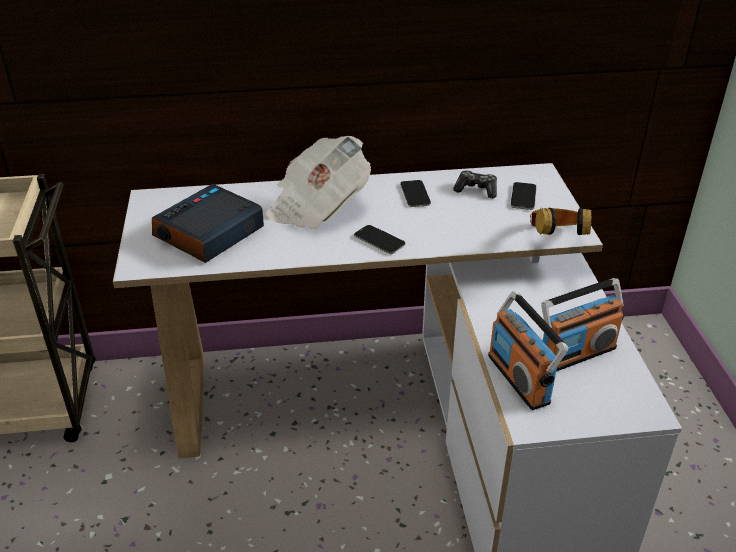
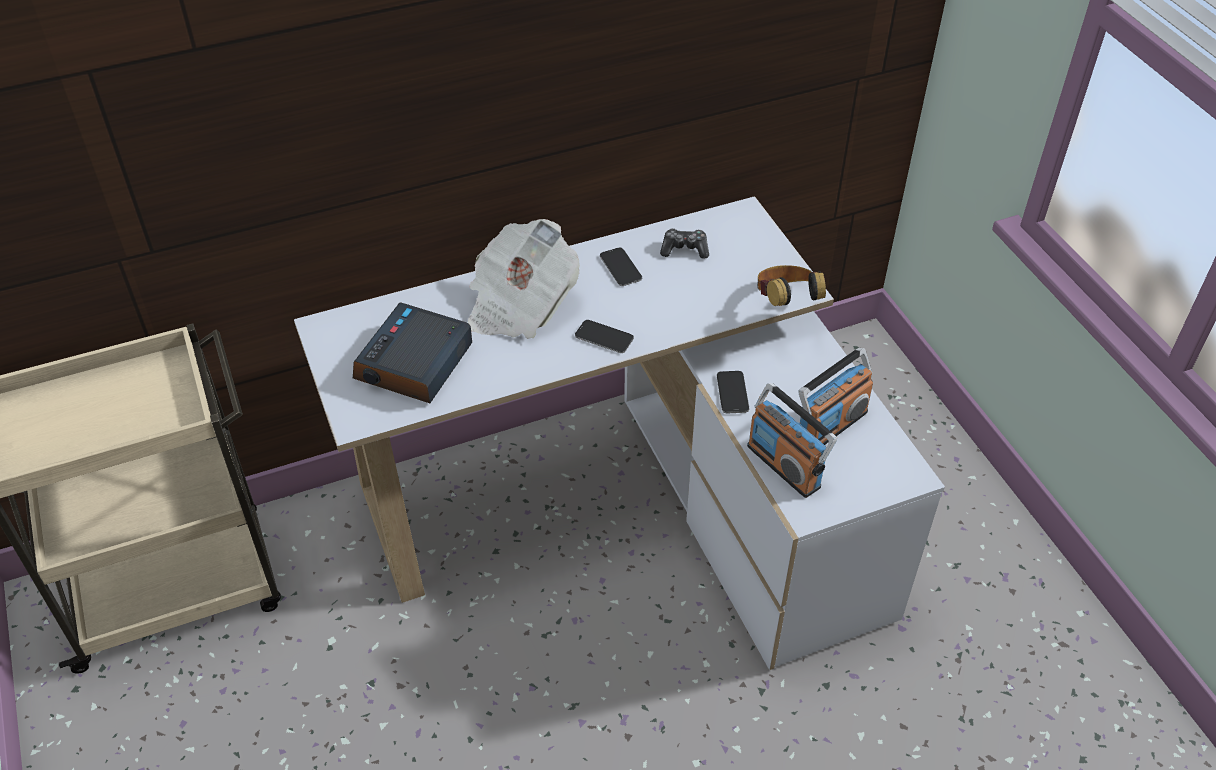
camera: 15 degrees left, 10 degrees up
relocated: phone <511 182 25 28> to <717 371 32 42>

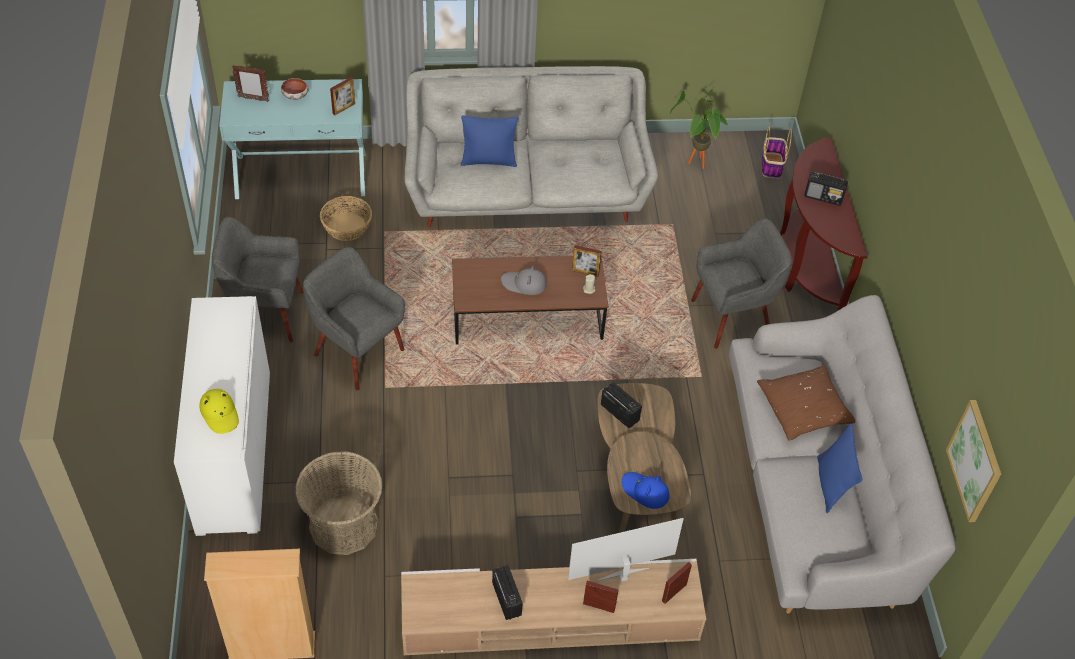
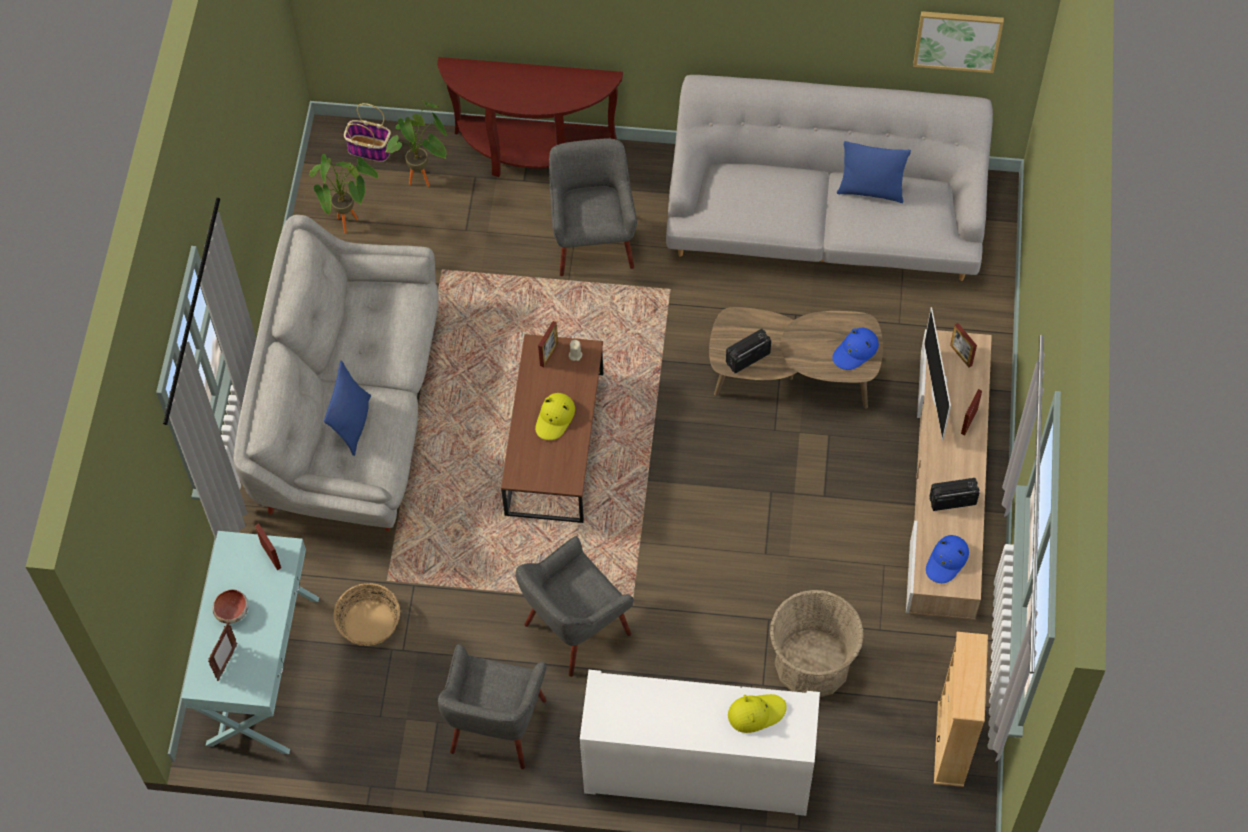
camera: 75 degrees left, 10 degrees up
missing: brown pillow <757 365 98 76>; radio <804 172 44 34>
appeared: potted plant <385 99 63 88>; blue hat <926 535 43 48>
colour: grey hat <501 266 46 29> to yellow hat <535 393 40 47>

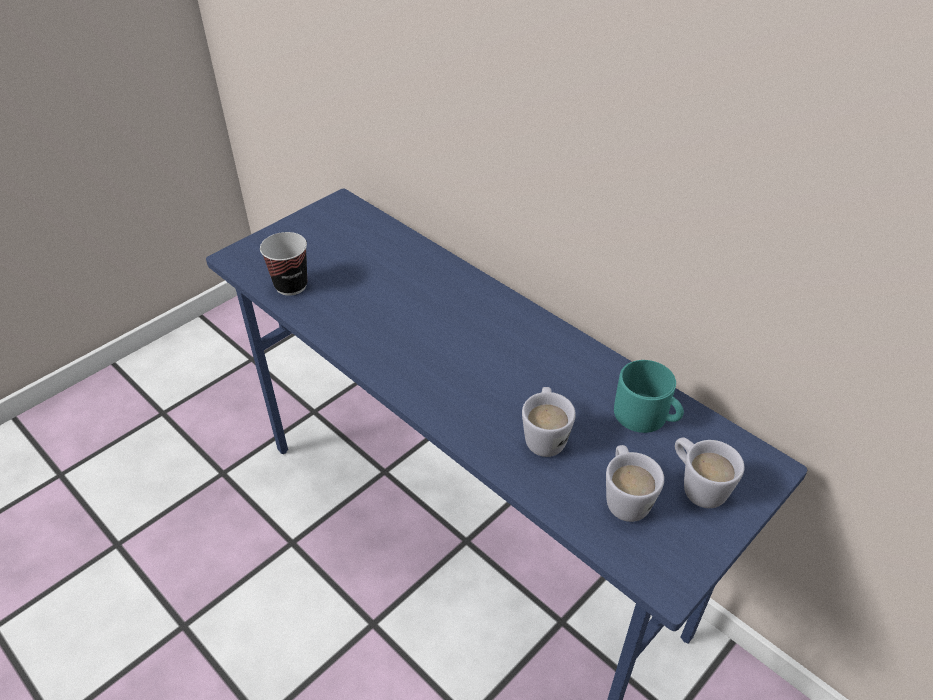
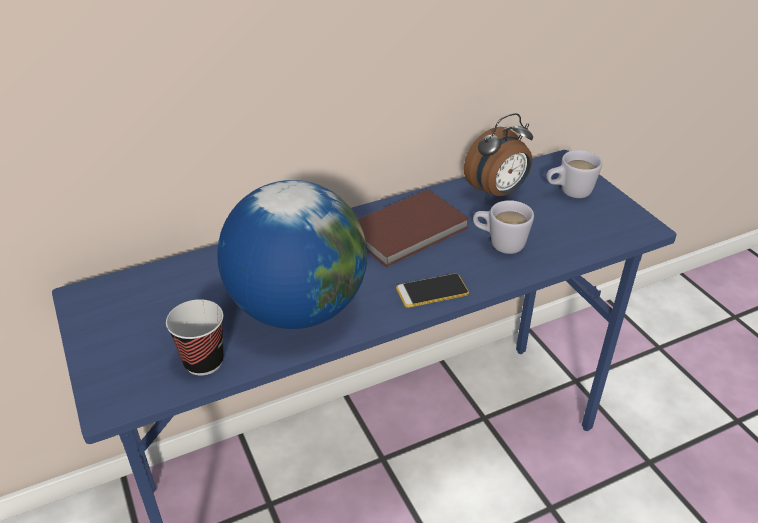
camera: 70 degrees left, 5 degrees down
missing: white mug <606 445 58 77>
appeared: globe <217 180 150 149>; brown book <358 189 112 78>; phone <396 273 73 35>
exchanged: turquoise mug <614 360 70 73> to alarm clock <464 113 69 87>

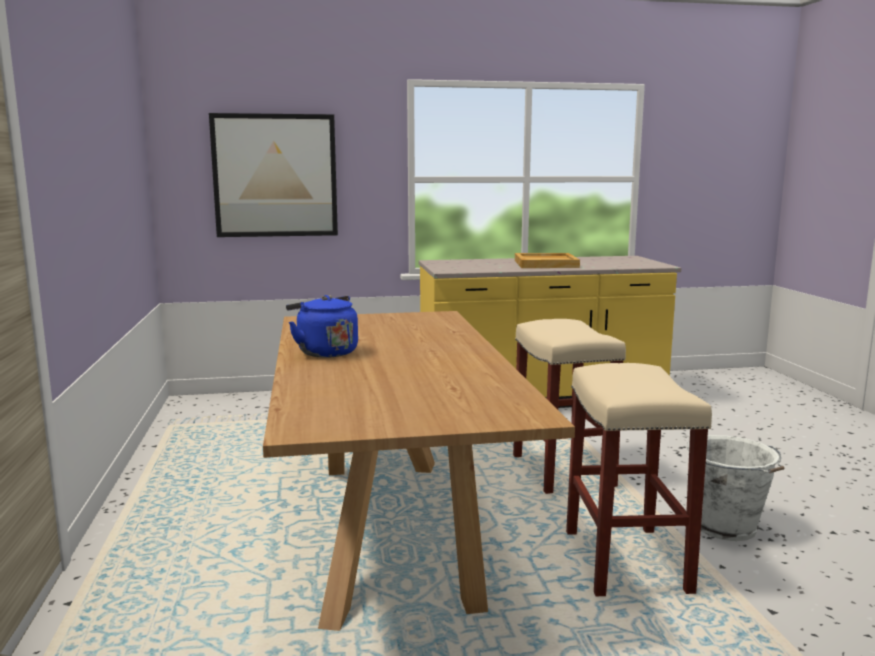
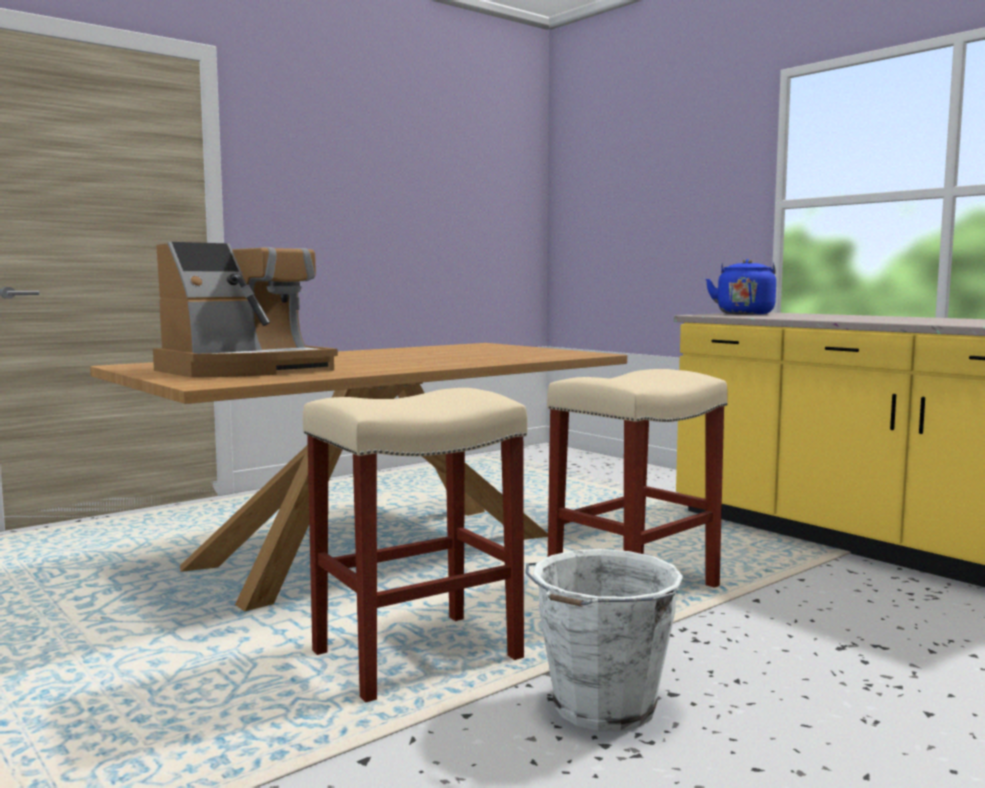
camera: 60 degrees right, 5 degrees down
missing: picture <209 113 129 124>; beige tray <515 253 65 15>
appeared: coffee machine <153 242 185 136>
relocated: blue kettle <286 295 72 63> to <706 259 70 56>

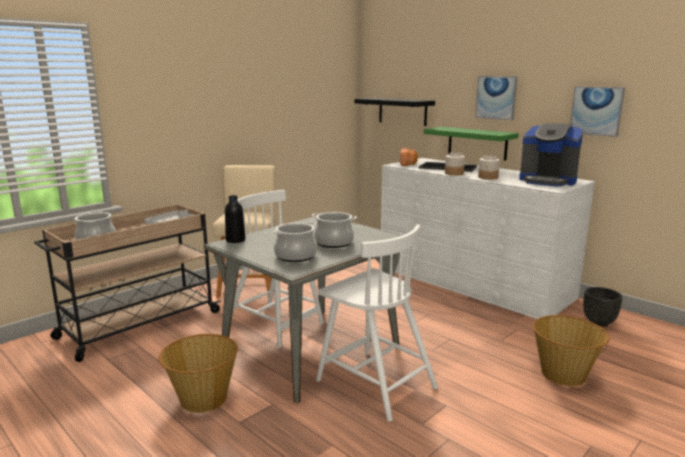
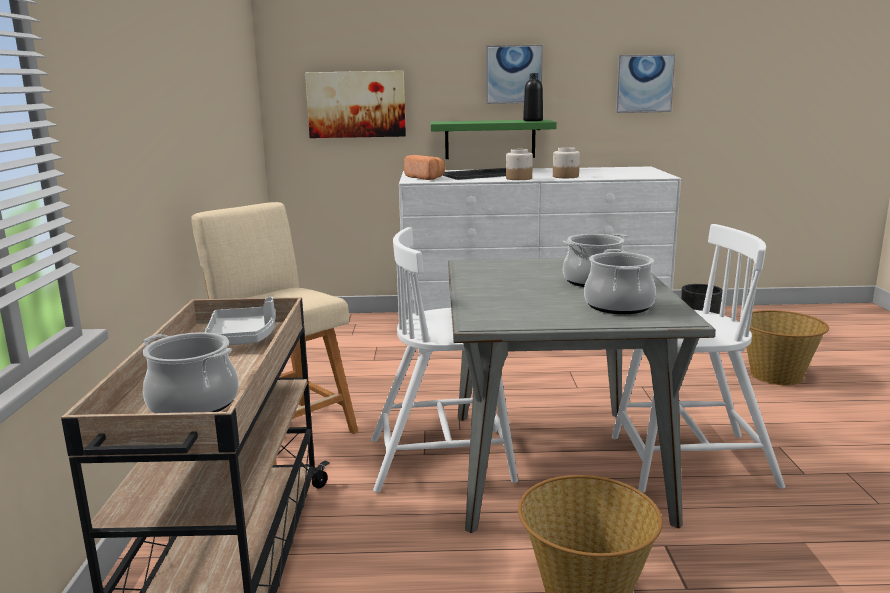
camera: 45 degrees left, 0 degrees up
missing: coffee machine <519 123 64 64>
relocated: black bottle <225 195 20 48> to <523 73 20 48>
exchanged: black shelf <354 98 81 28> to picture <305 71 101 67>

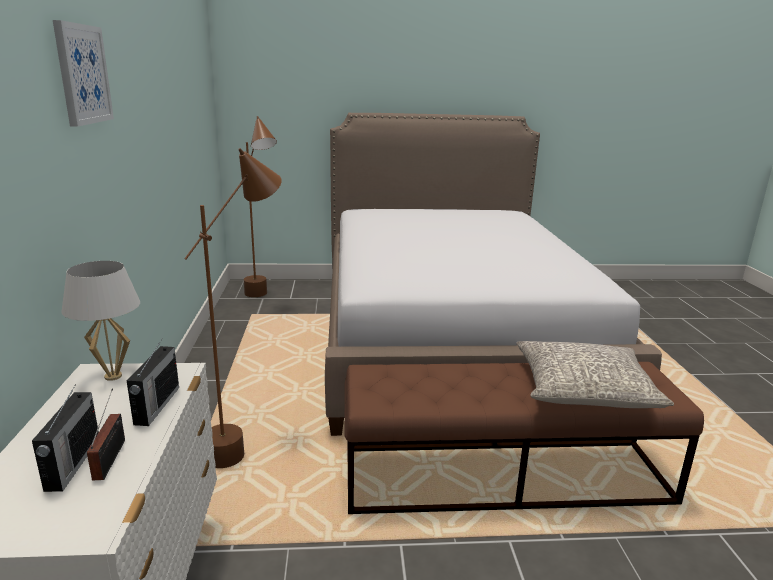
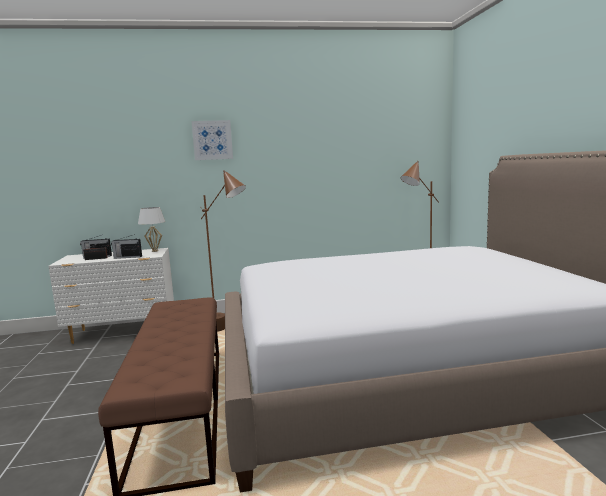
camera: 85 degrees right, 10 degrees down
missing: grey pillow <516 341 158 67>

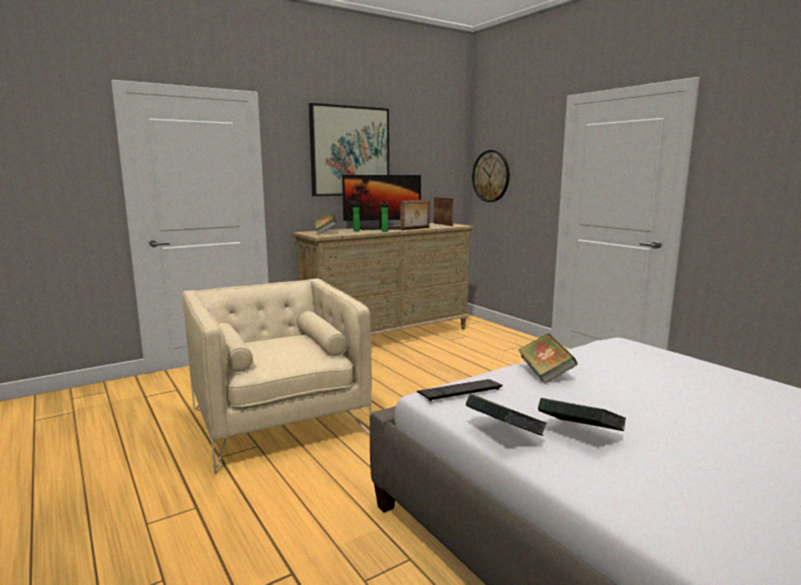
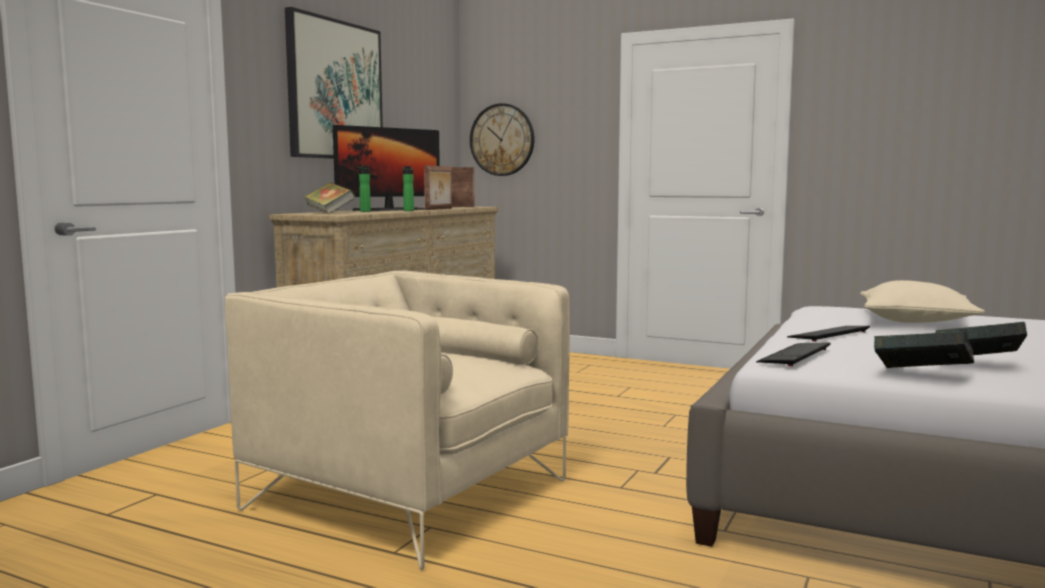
camera: 30 degrees left, 5 degrees down
appeared: beige pillow <860 280 125 43>
exchanged: book <518 333 59 51> to keyboard <787 326 83 16>

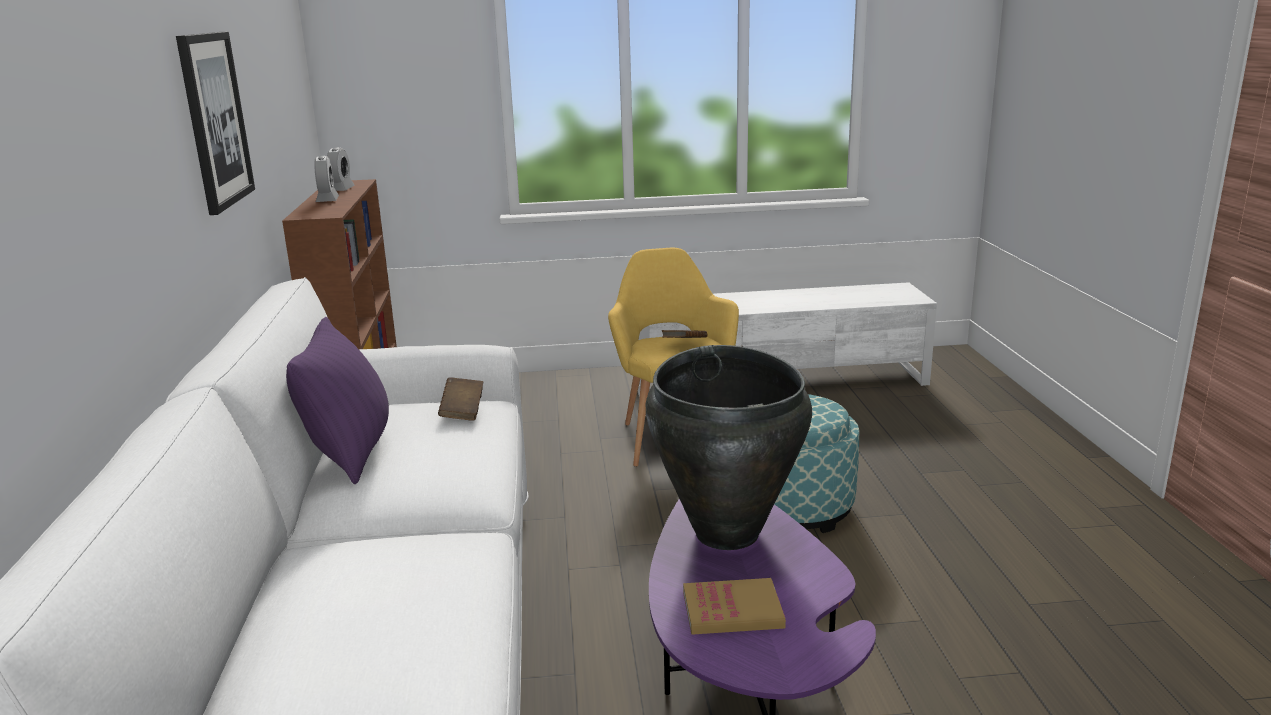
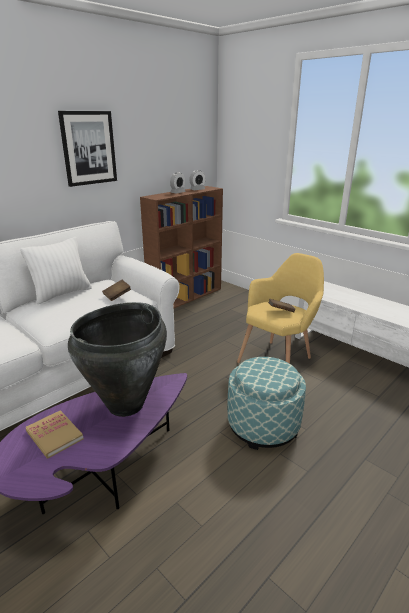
camera: 50 degrees right, 5 degrees up
colour: purple pillow <286 317 103 167> to white pillow <20 237 72 67>

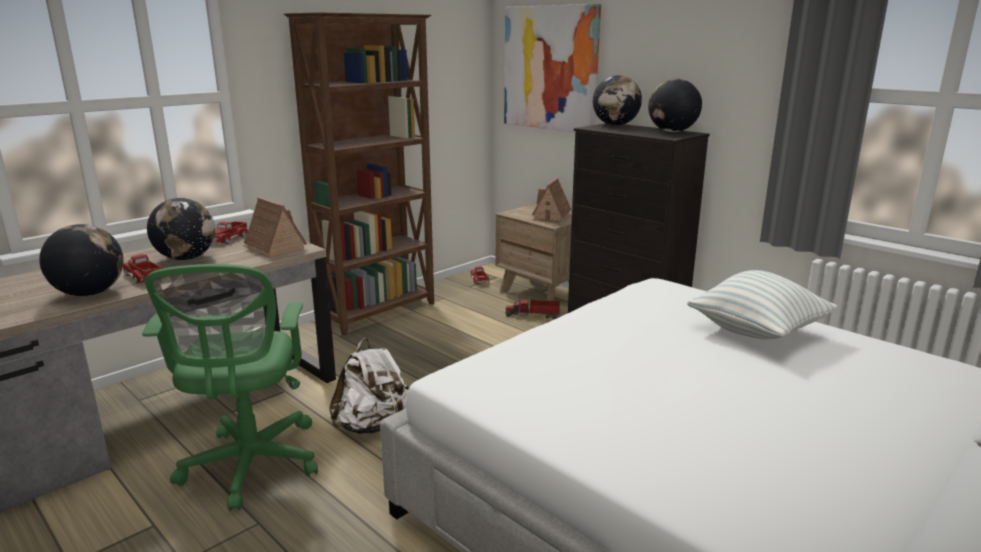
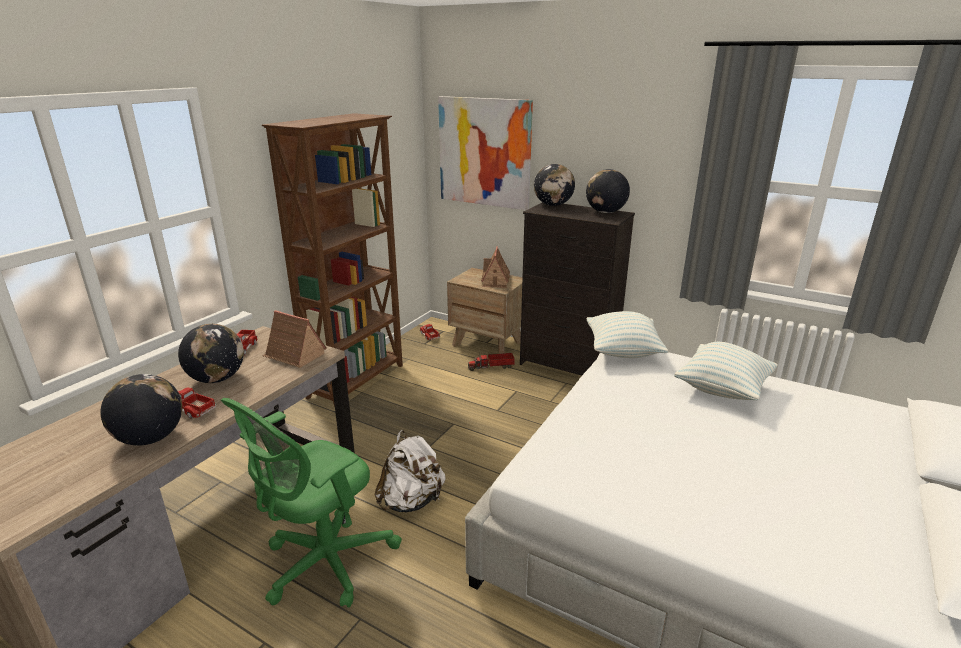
camera: 15 degrees left, 5 degrees up
appeared: pillow <587 311 81 47>
spun: green office chair <142 264 176 247> = <221 398 181 210> 60 degrees clockwise

